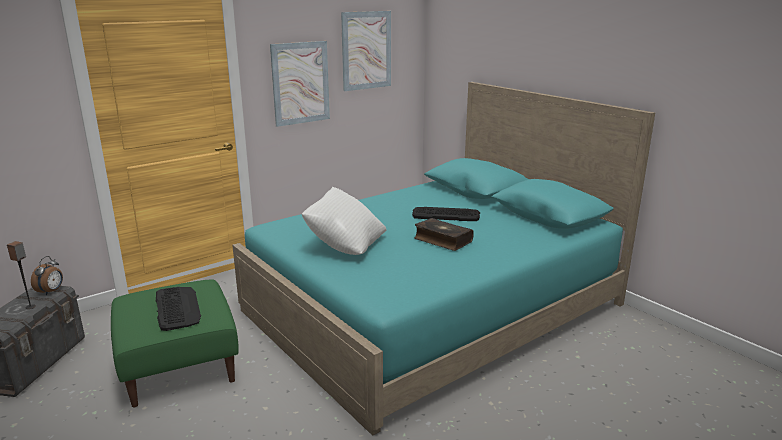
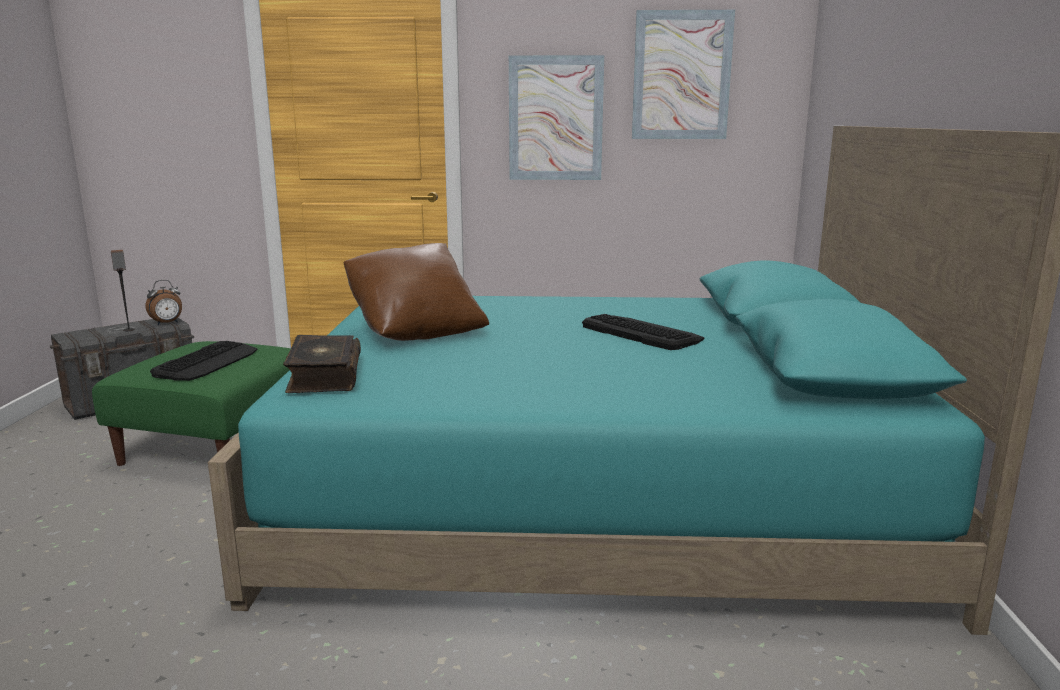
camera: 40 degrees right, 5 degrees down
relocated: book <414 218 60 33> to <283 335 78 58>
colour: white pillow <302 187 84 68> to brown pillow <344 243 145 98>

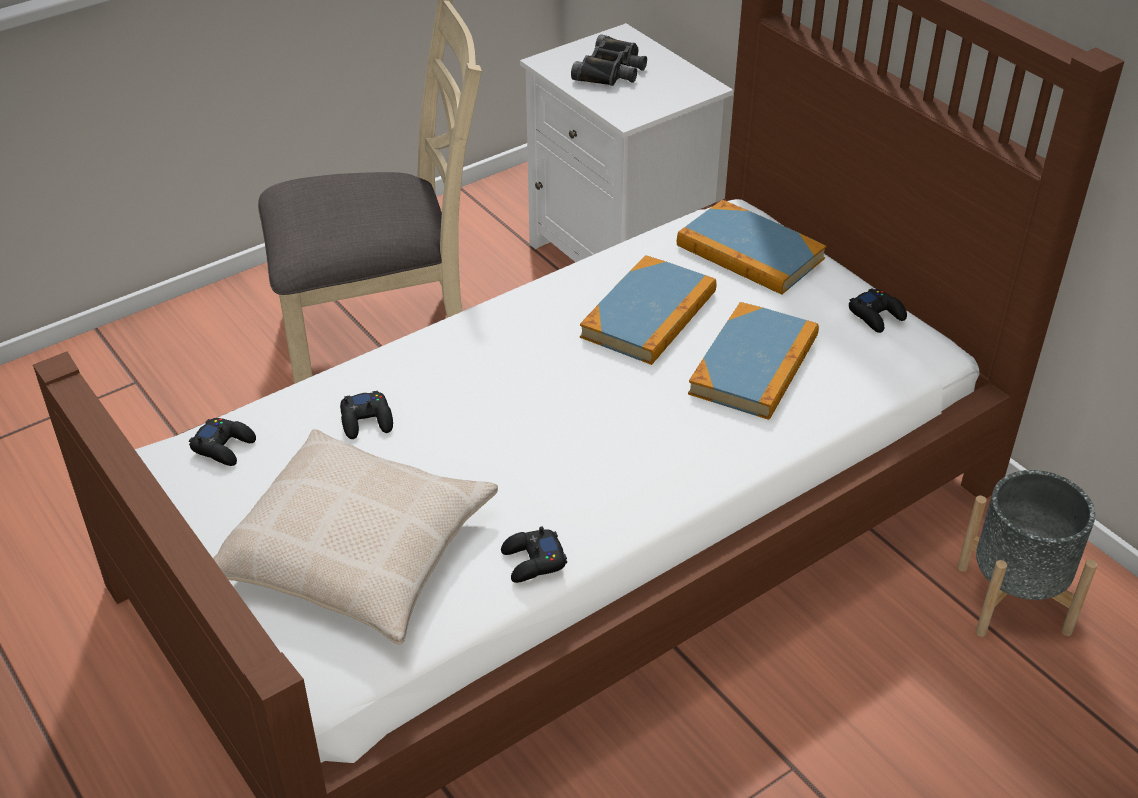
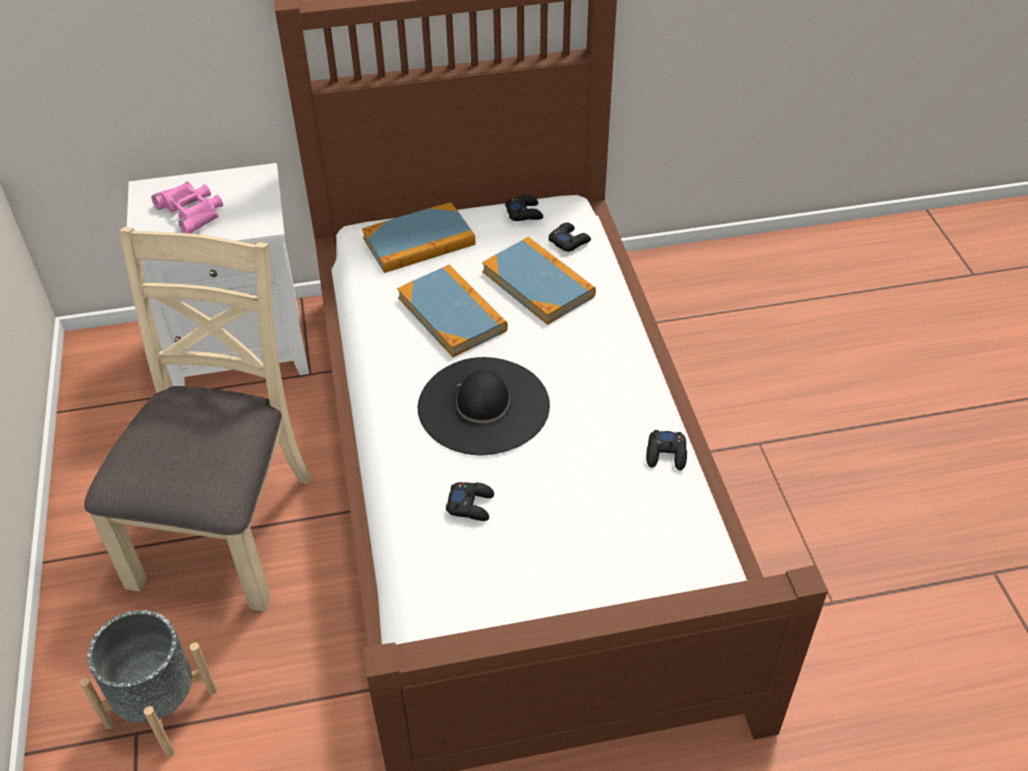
camera: 65 degrees left, 5 degrees up
missing: beige pillow <213 429 285 216>
appeared: black hat <418 357 132 98>
relocated: black game controller <189 418 67 48> to <549 222 42 30>; grey planter <957 470 140 167> to <80 610 137 147>
colour: black binoculars <571 34 76 52> to pink binoculars <151 181 72 53>

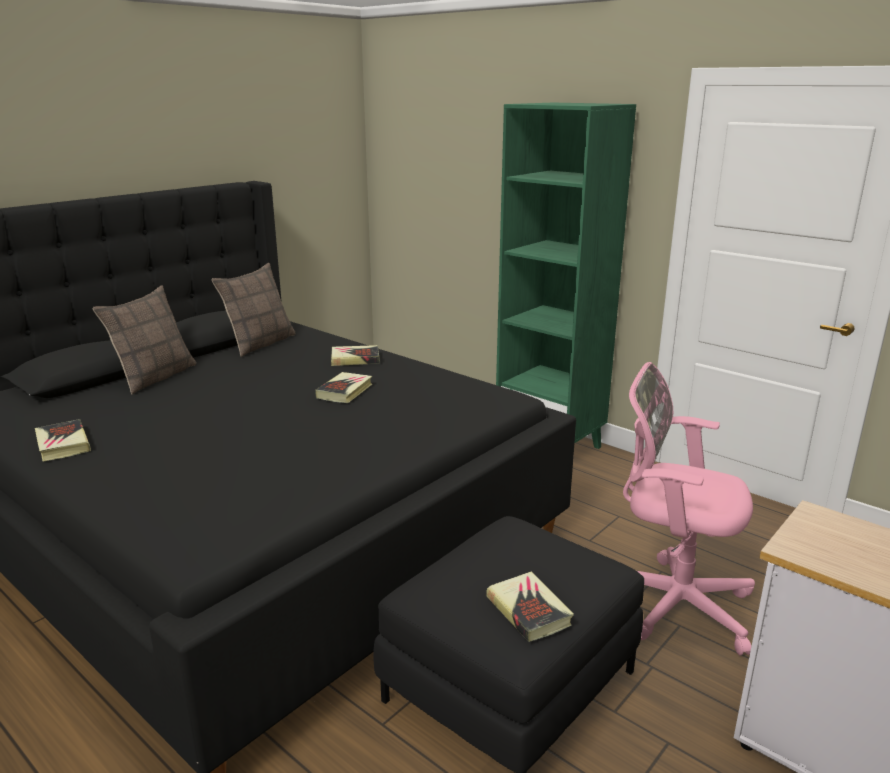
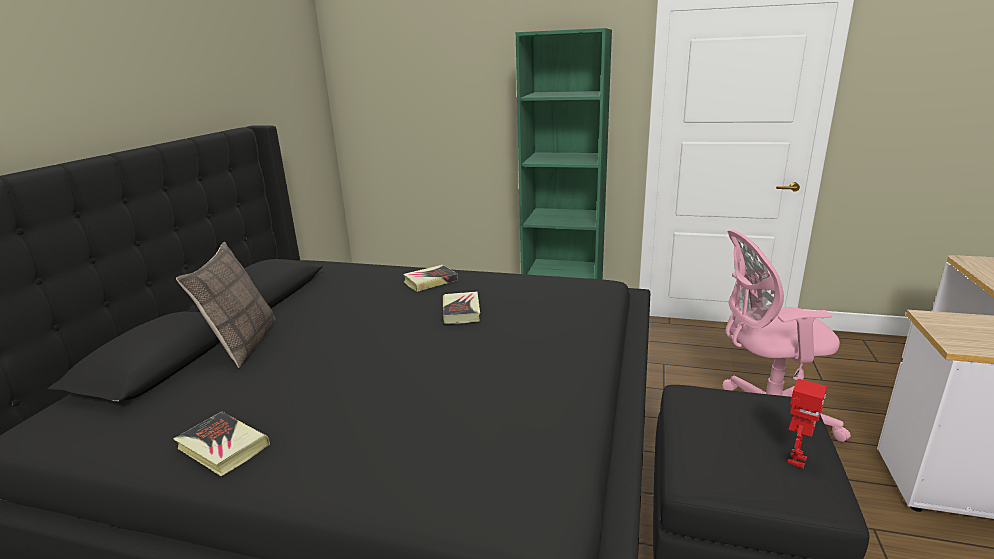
camera: 25 degrees left, 0 degrees up
missing: pillow <212 263 84 94>
exchanged: book <486 572 88 70> to toy robot <788 379 39 90>

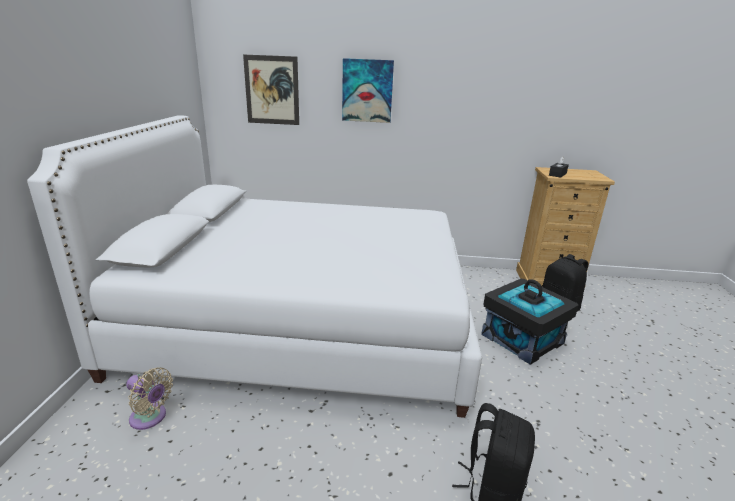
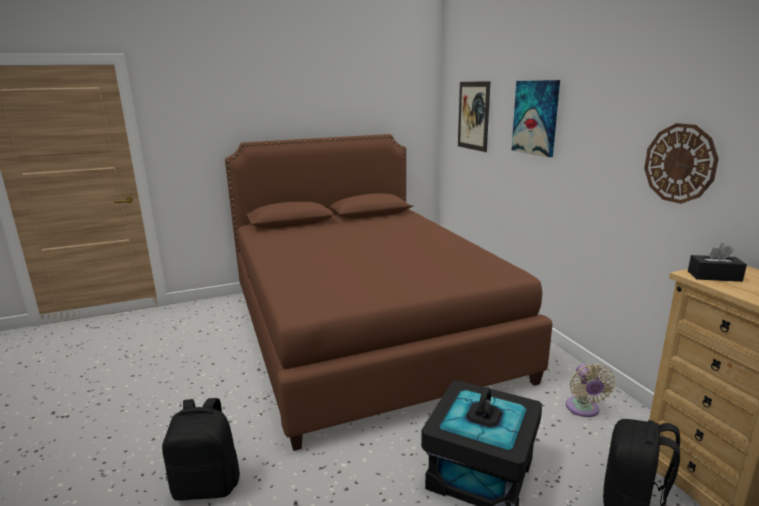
camera: 65 degrees right, 5 degrees down
appeared: wall clock <644 123 75 81>
relocated: beige fan <126 367 47 63> to <566 364 49 53>
colour: white bed <27 115 455 303> to brown bed <225 134 328 317>

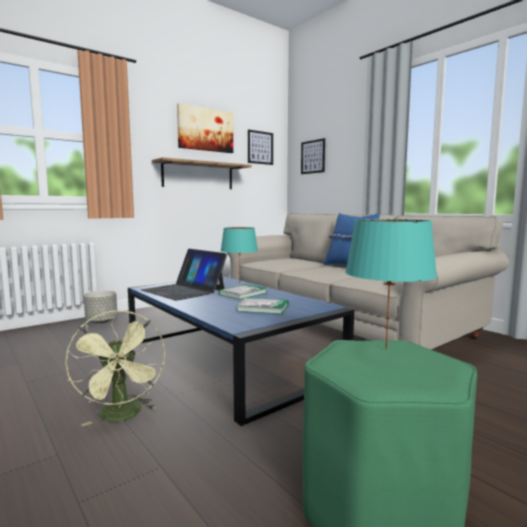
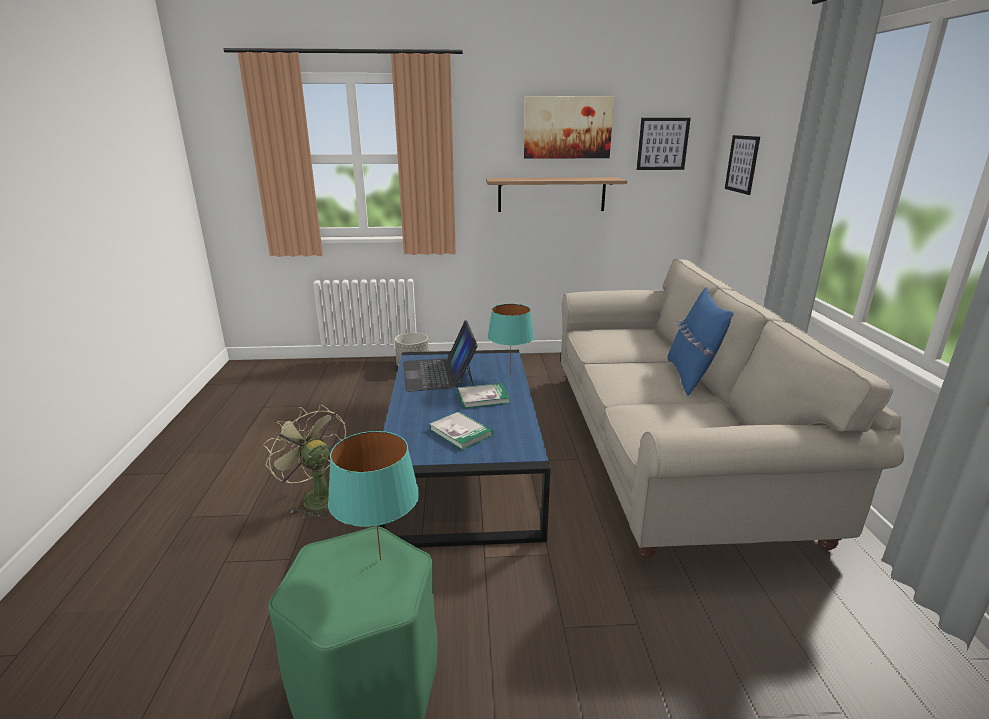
camera: 35 degrees right, 15 degrees up
spun: green fan <65 310 100 117> = <263 405 83 114> 120 degrees clockwise

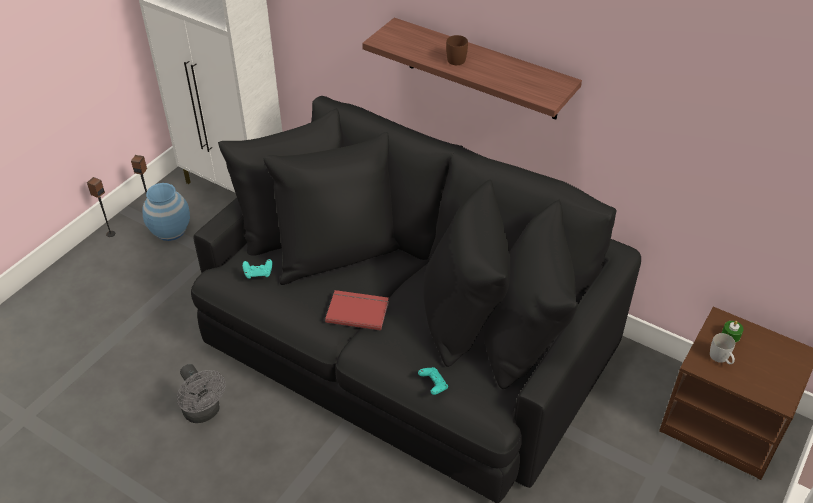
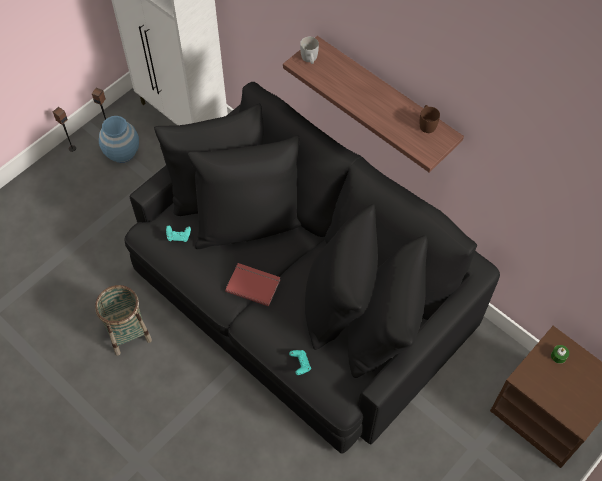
camera: 10 degrees right, 15 degrees up
relocated: brown mug <446 35 22 30> to <420 105 20 28>; white mug <710 333 25 31> to <300 37 19 27>
exchanged: grey fan <177 364 49 59> to basket <95 285 57 71>

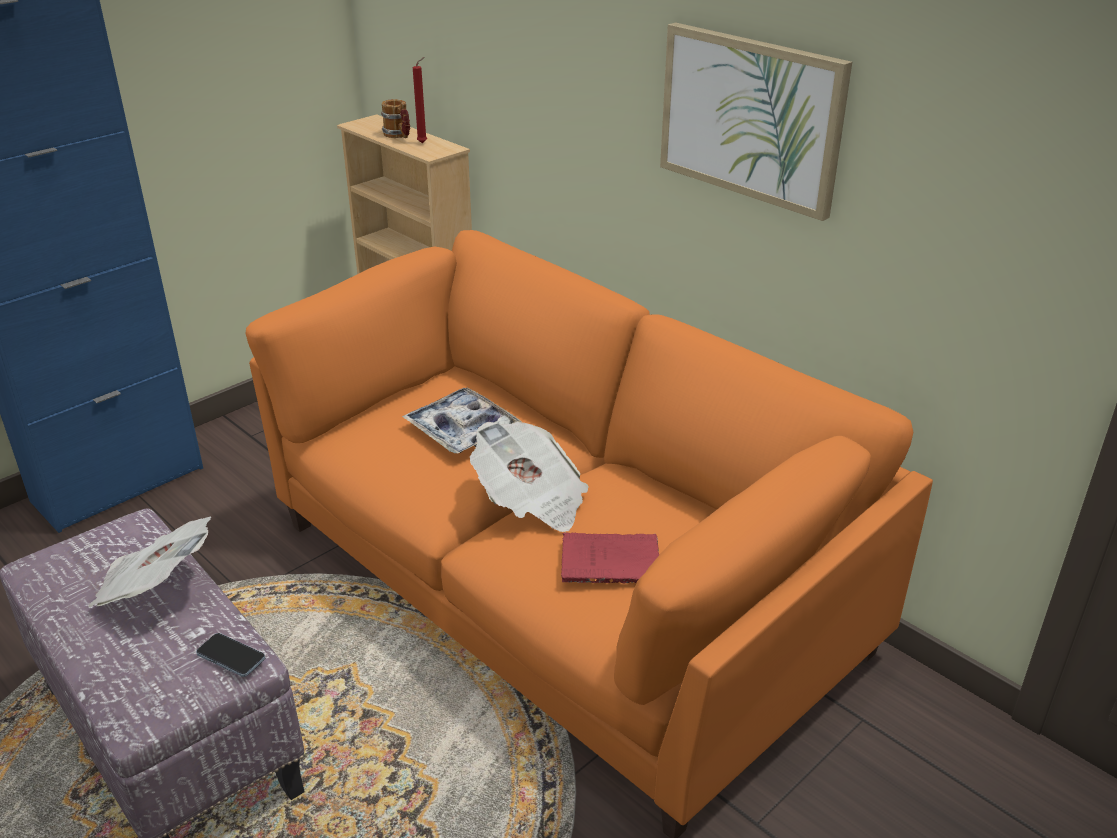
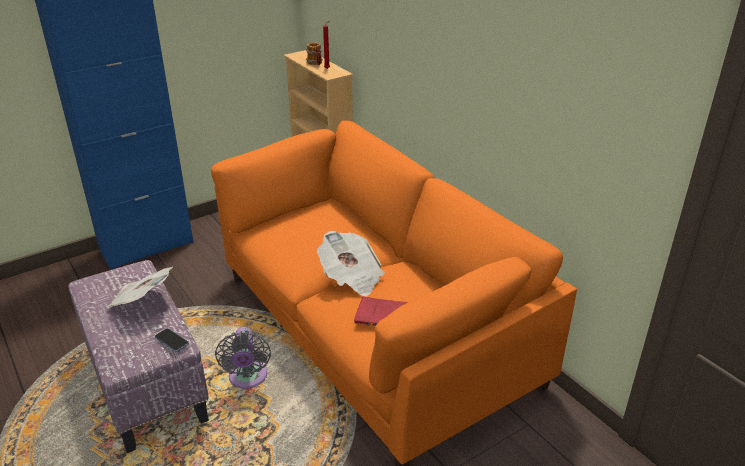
camera: 10 degrees right, 0 degrees up
missing: tray <402 388 120 65>; picture <660 23 192 198>
appeared: grey fan <215 327 56 62>

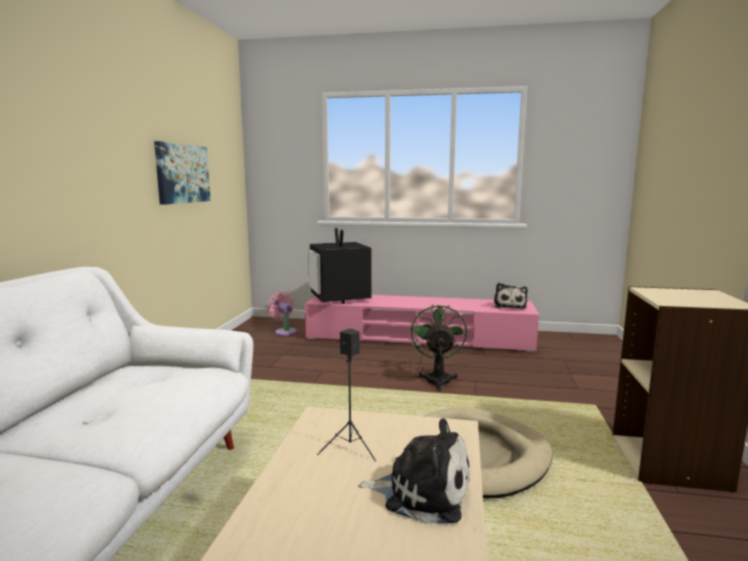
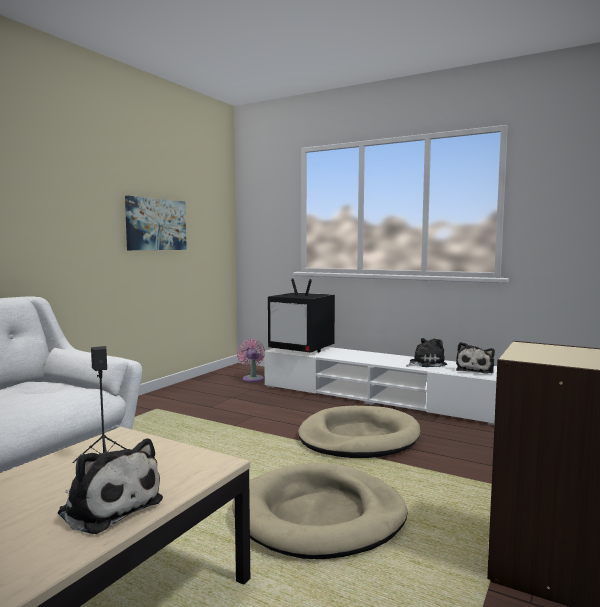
camera: 20 degrees right, 5 degrees down
appeared: plush toy <406 338 41 29>
exchanged: green fan <411 304 56 87> to beige dog bed <298 406 123 52>
colour: pink tv stand <305 295 234 57> to white tv stand <264 347 233 78>
spun: television <308 228 63 76> = <268 278 67 75> 60 degrees counterclockwise

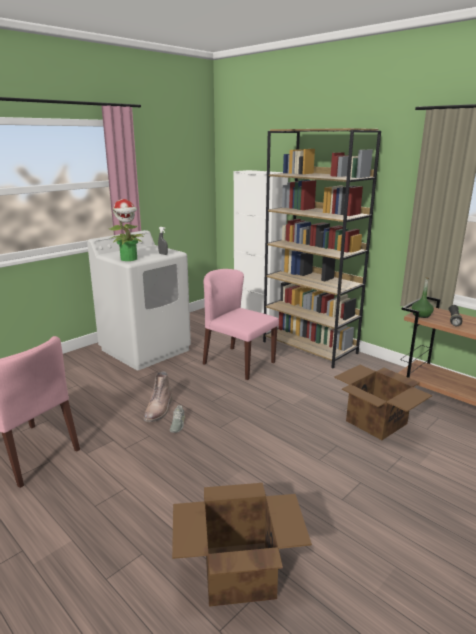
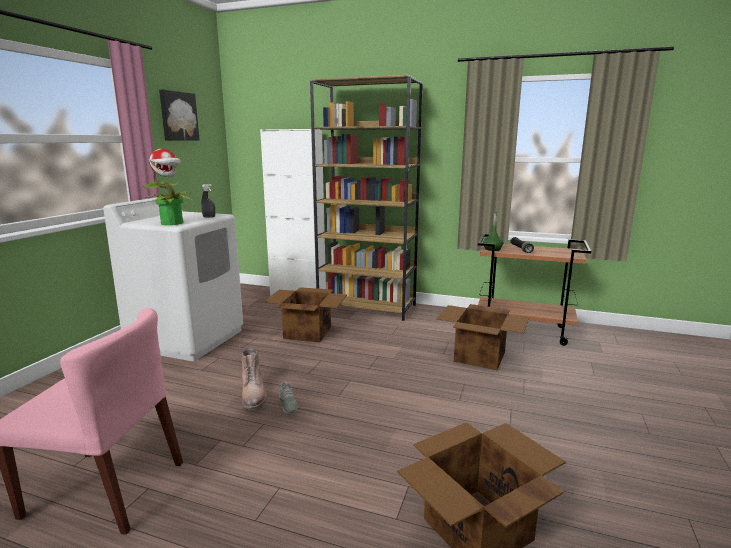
camera: 25 degrees left, 5 degrees down
appeared: picture <159 90 41 51>
exchanged: pink chair <203 269 76 111> to cardboard box <264 287 83 55>

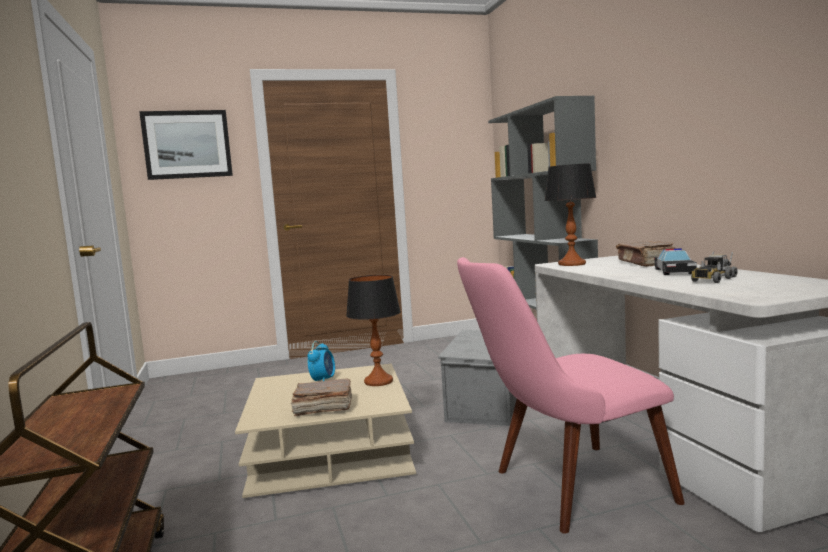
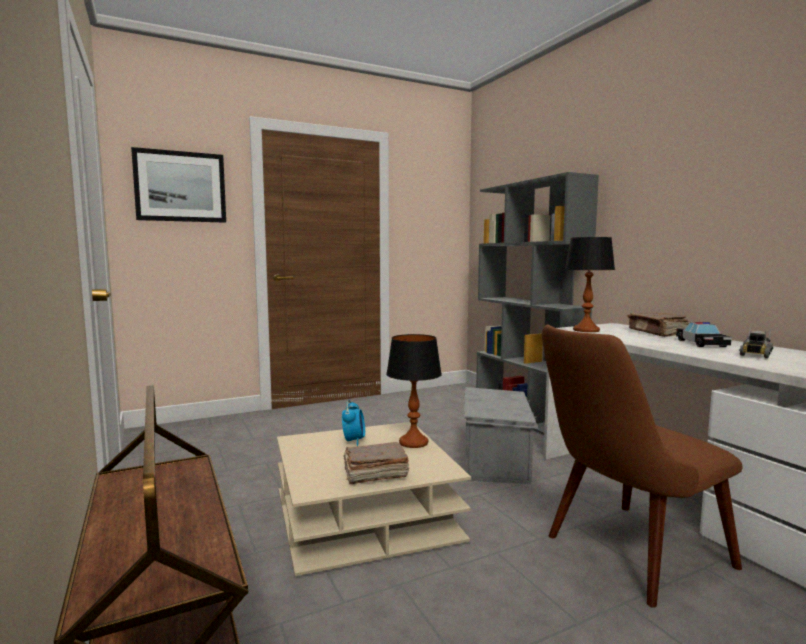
camera: 10 degrees left, 0 degrees up
colour: pink chair <457 257 228 277> to brown chair <542 324 200 284>

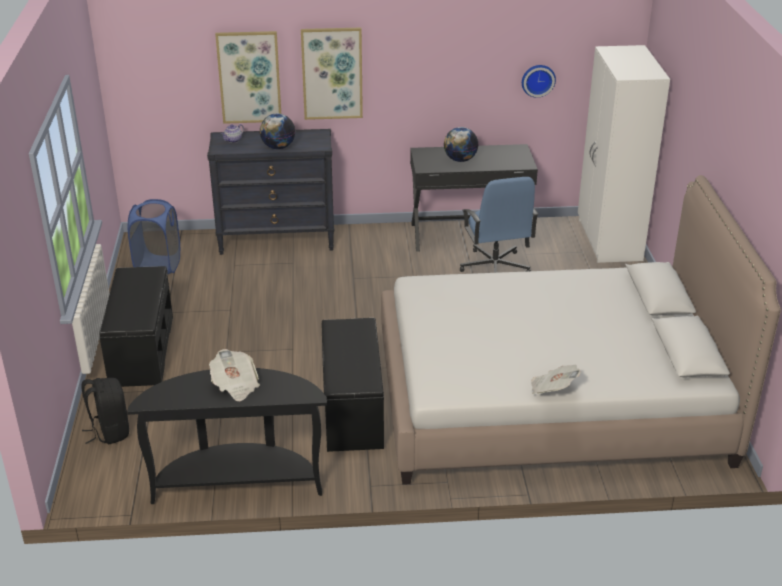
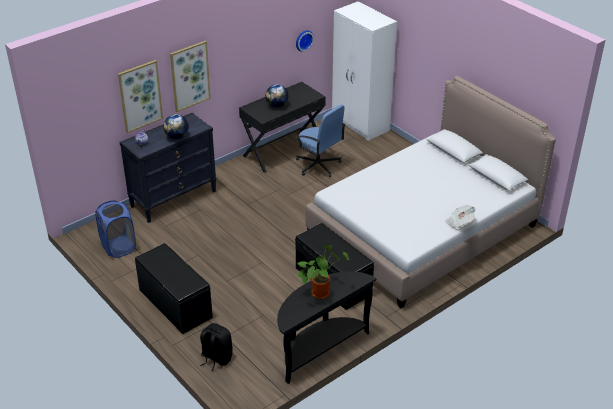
camera: 35 degrees left, 5 degrees up
exchanged: newspaper <209 349 51 52> to potted plant <296 244 53 55>

